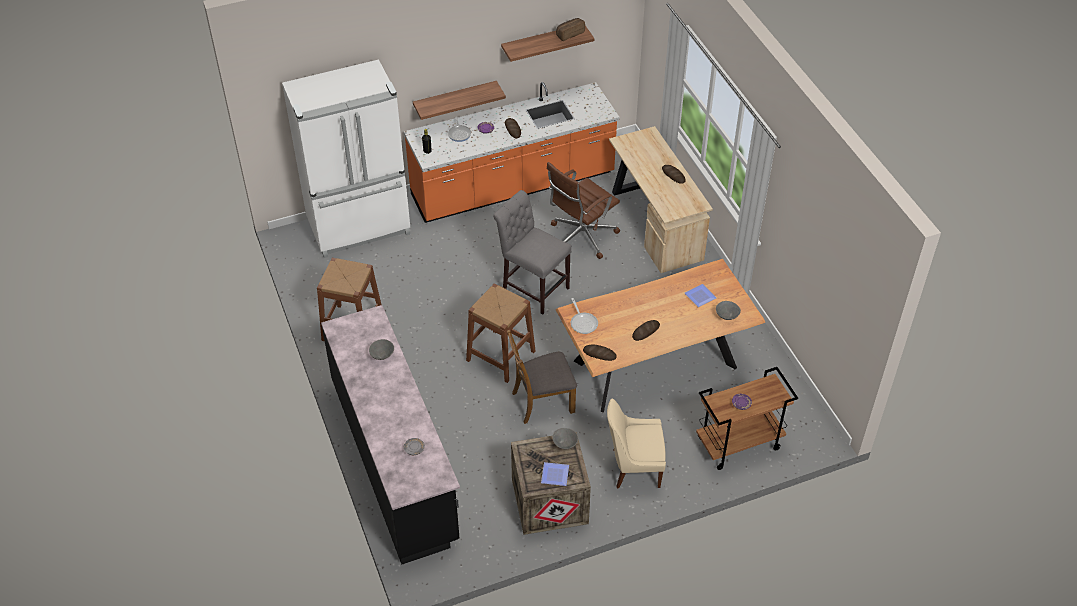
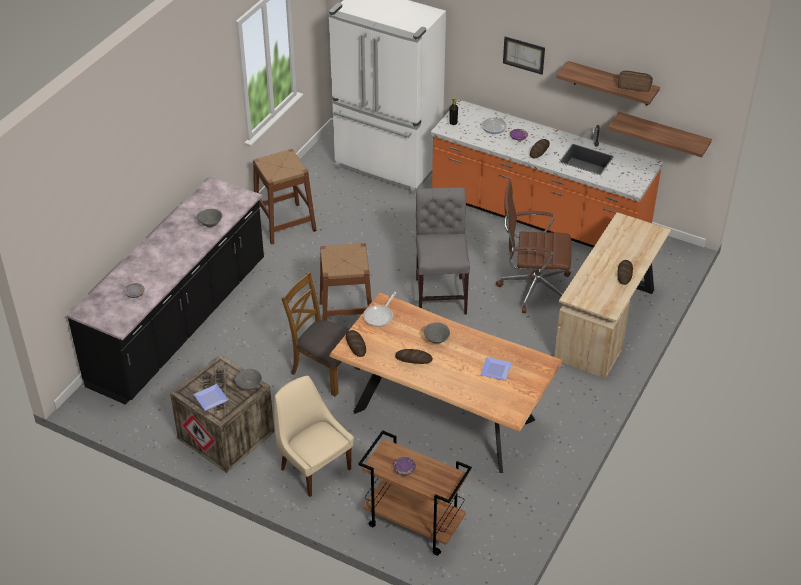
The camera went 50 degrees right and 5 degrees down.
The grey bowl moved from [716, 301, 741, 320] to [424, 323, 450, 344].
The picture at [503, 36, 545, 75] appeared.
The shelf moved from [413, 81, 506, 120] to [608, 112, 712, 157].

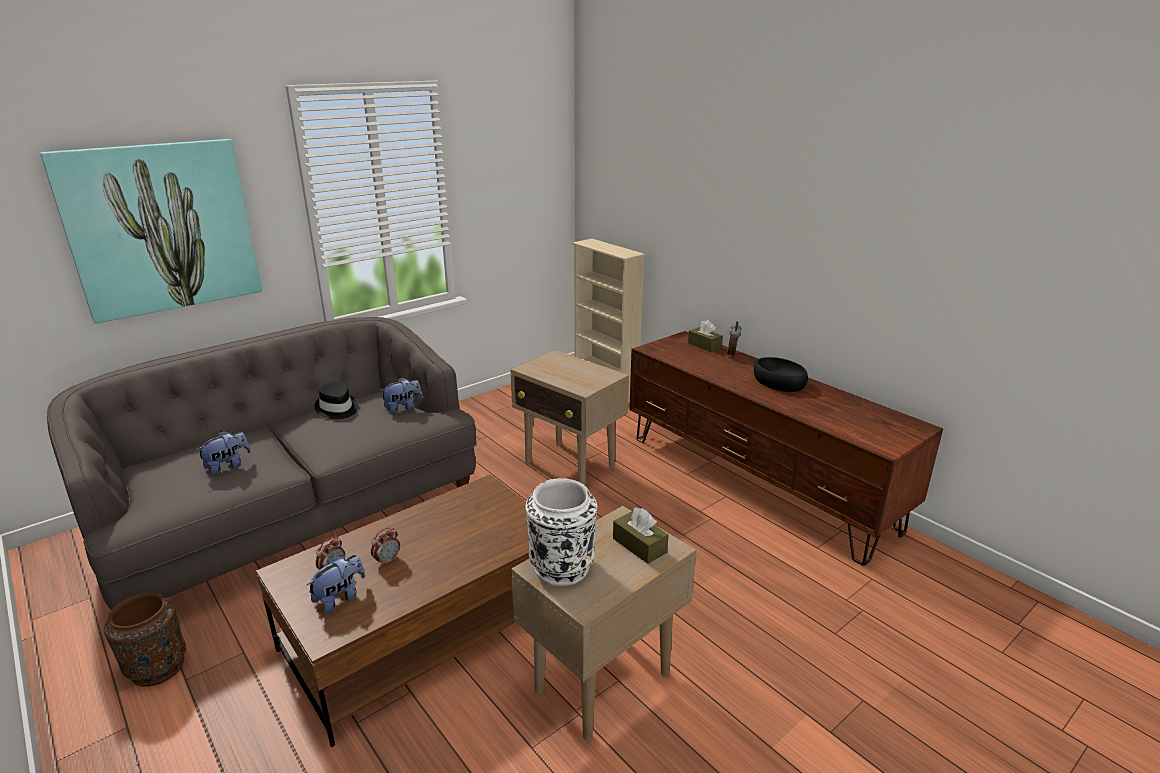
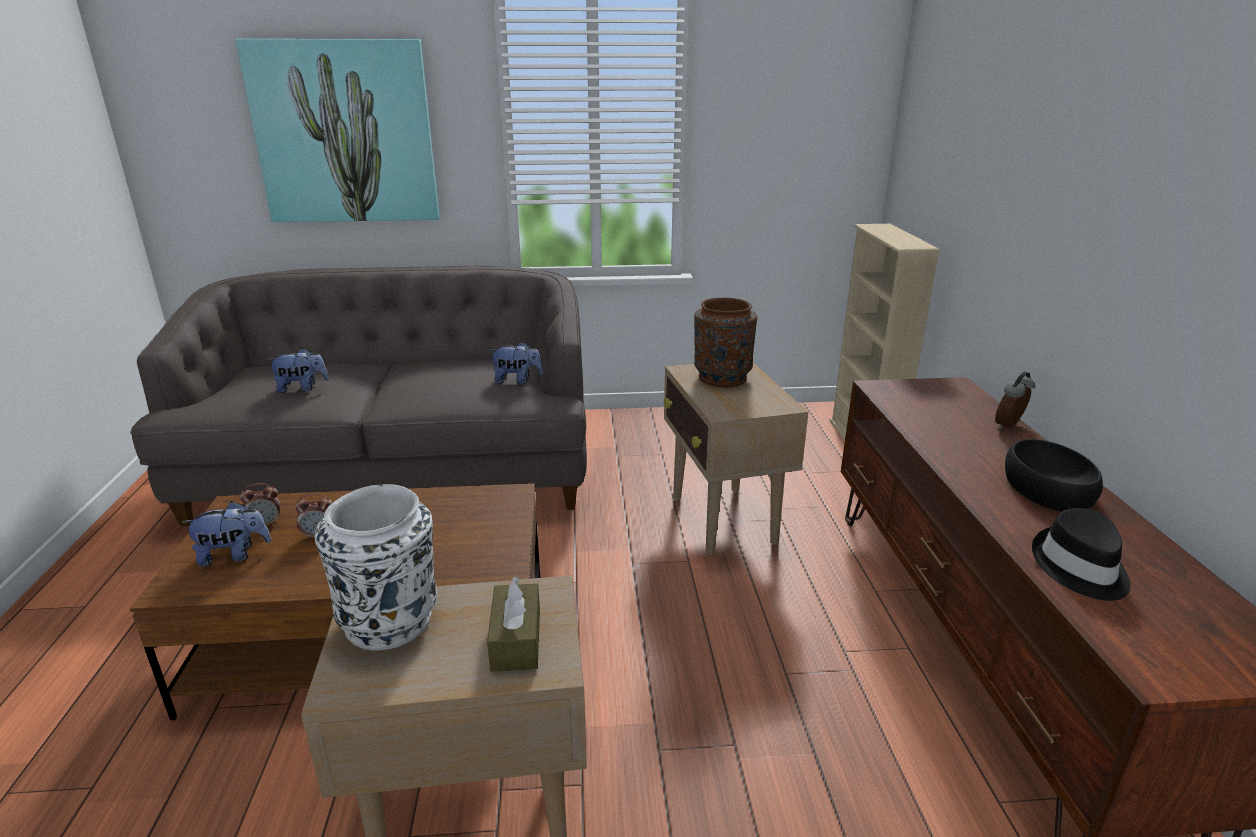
The camera went 35 degrees right and 0 degrees up.
The brown vase moved from [104, 593, 186, 687] to [694, 297, 757, 387].
The black hat moved from [315, 381, 359, 419] to [1032, 508, 1131, 601].
The brown tissue box at [688, 320, 723, 352] disappeared.

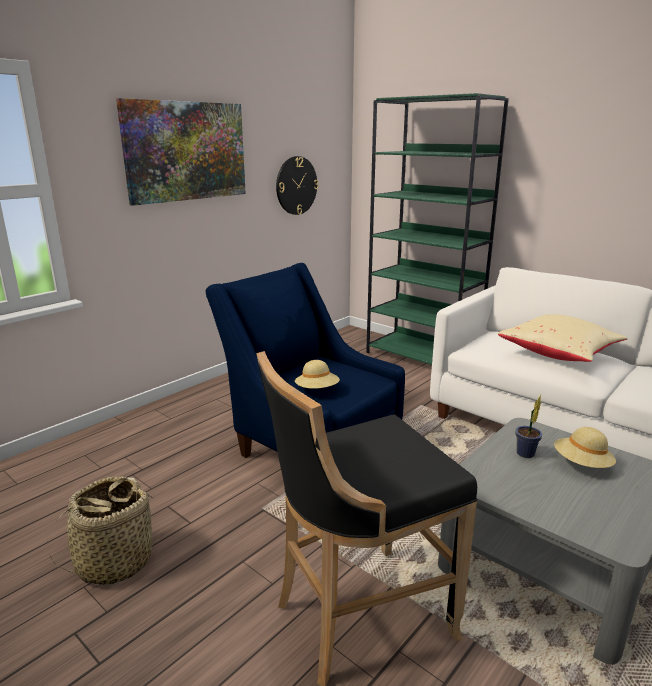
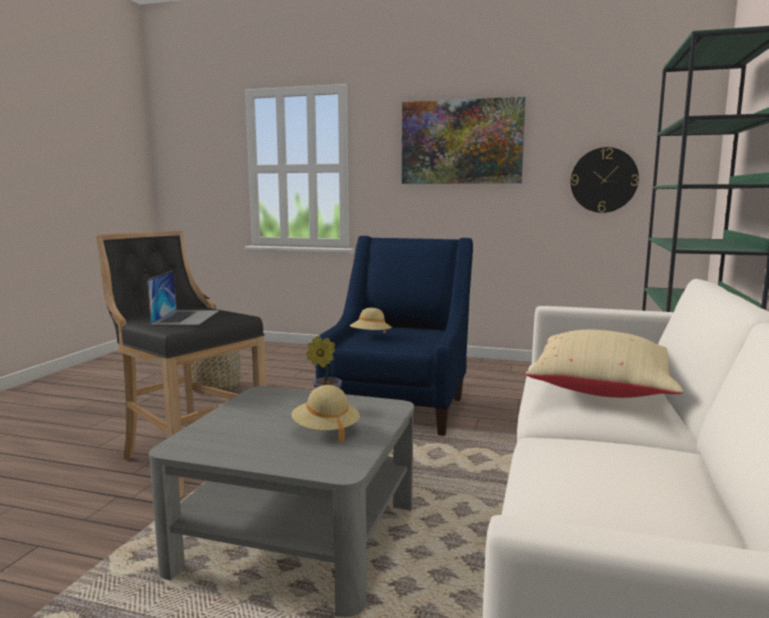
The camera went 65 degrees right and 10 degrees down.
The laptop at [147, 270, 219, 325] appeared.

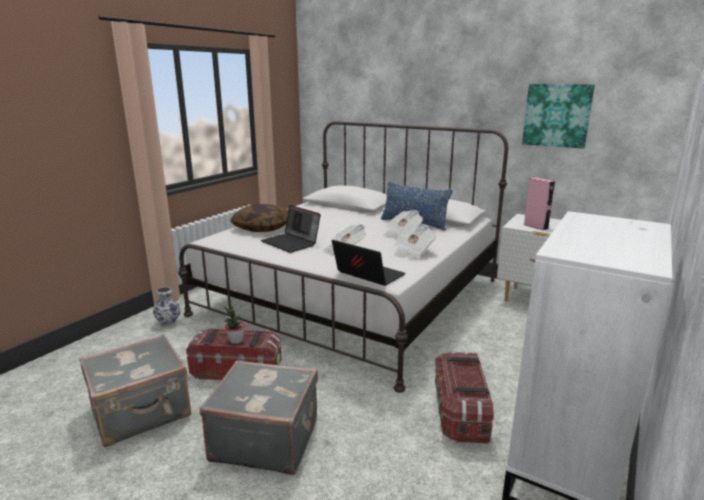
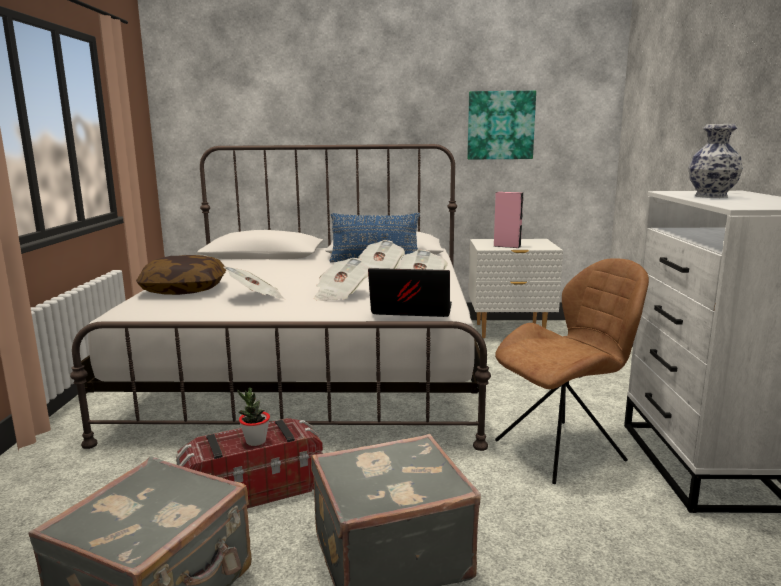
The camera went 30 degrees left and 5 degrees down.
The laptop at [261, 205, 321, 253] was replaced by the newspaper at [223, 267, 285, 299].
The storage box at [435, 351, 494, 444] was replaced by the brown chair at [495, 259, 649, 484].
The vase moved from [153, 287, 181, 327] to [689, 124, 743, 198].

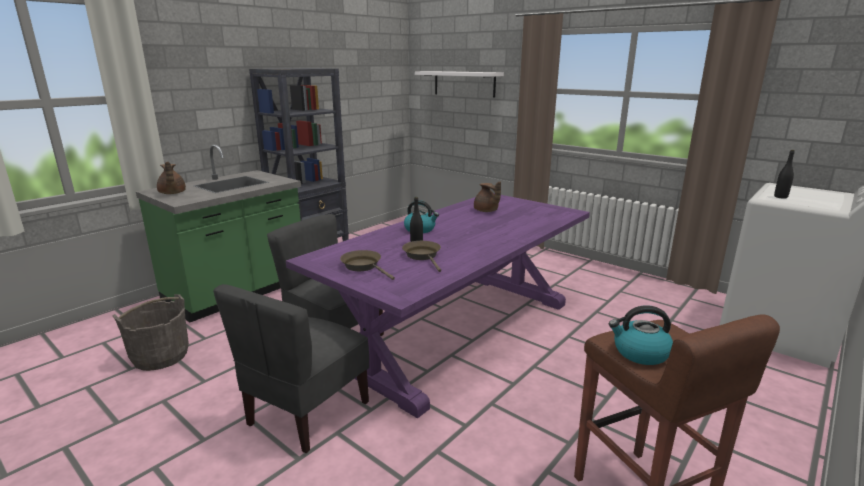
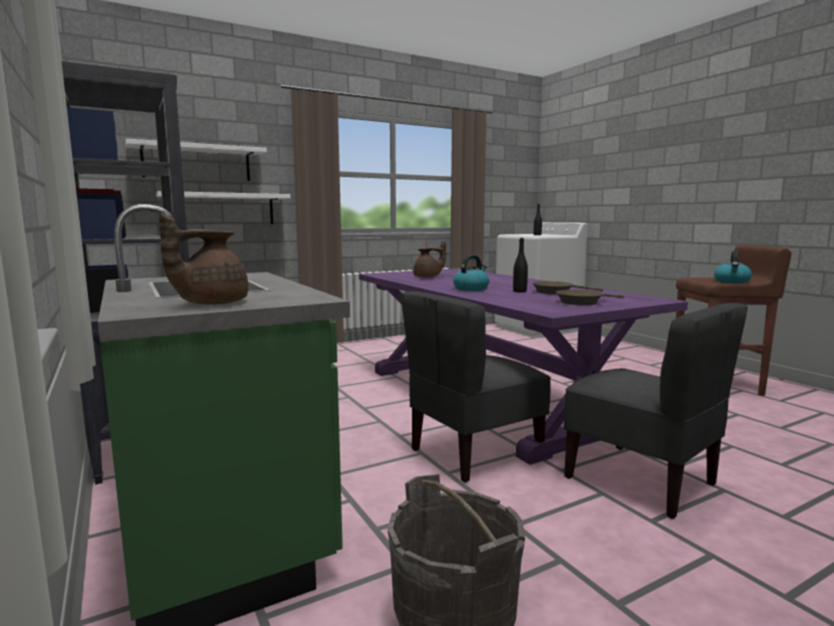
The camera went 70 degrees left and 10 degrees down.
The white shelf at [156, 191, 291, 224] appeared.
The brown teapot at [157, 162, 186, 194] turned 135 degrees clockwise.

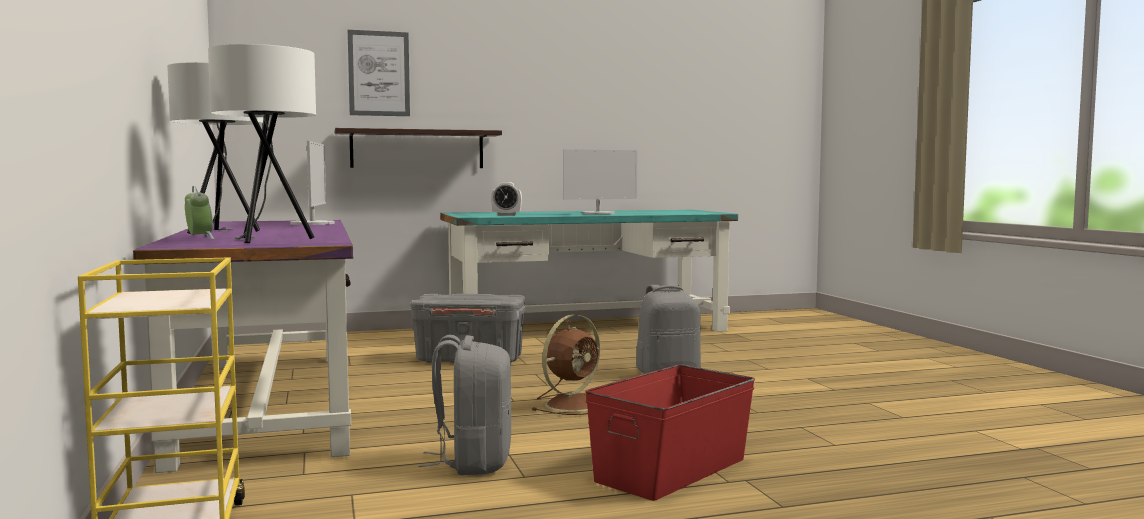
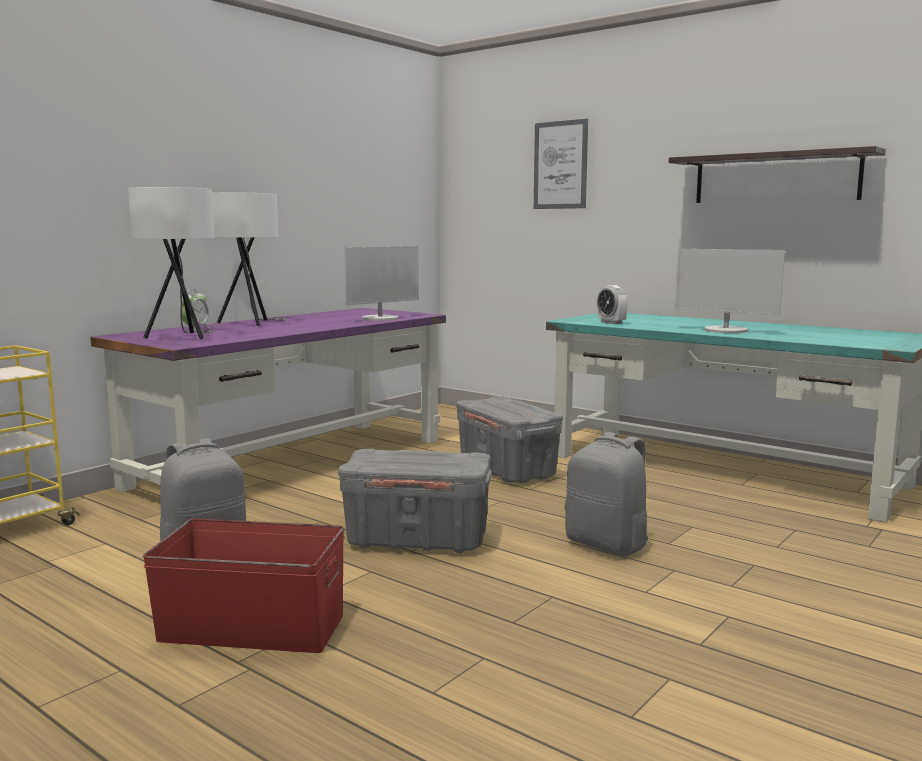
The camera went 55 degrees right and 5 degrees up.
The brown fan at [531, 314, 600, 415] was replaced by the grey storage box at [338, 449, 492, 553].
The shelf moved from [335, 128, 502, 168] to [669, 146, 886, 203].

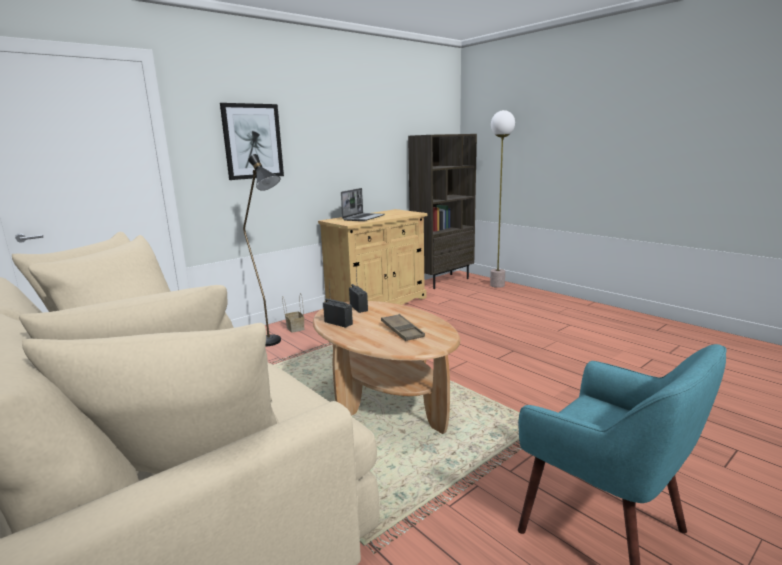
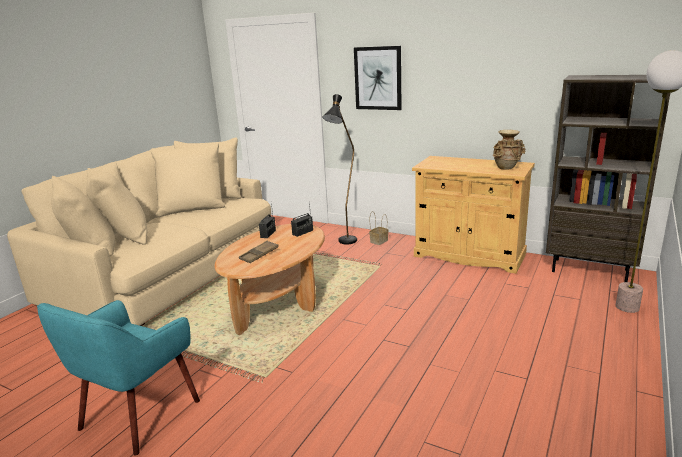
The camera went 70 degrees right and 5 degrees up.
The beige vase at [493, 130, 526, 170] appeared.
The laptop at [341, 188, 385, 221] disappeared.

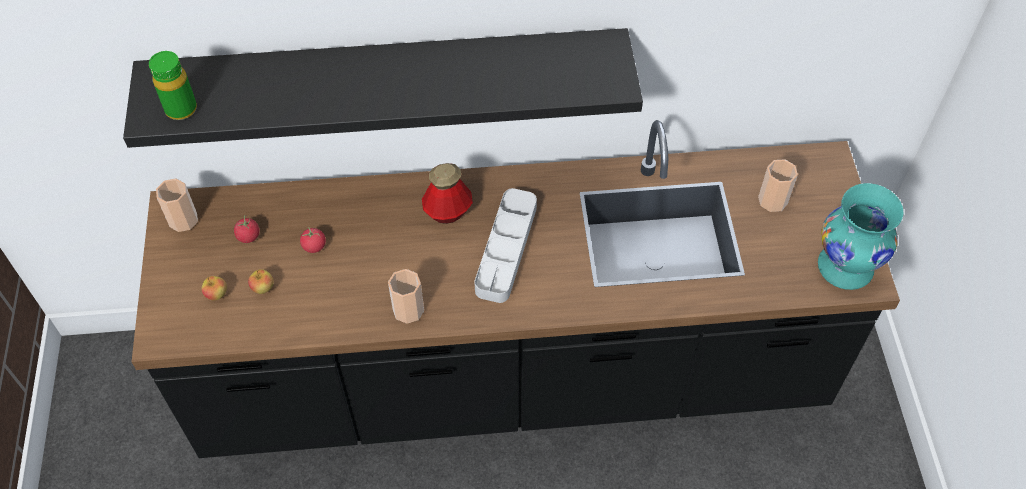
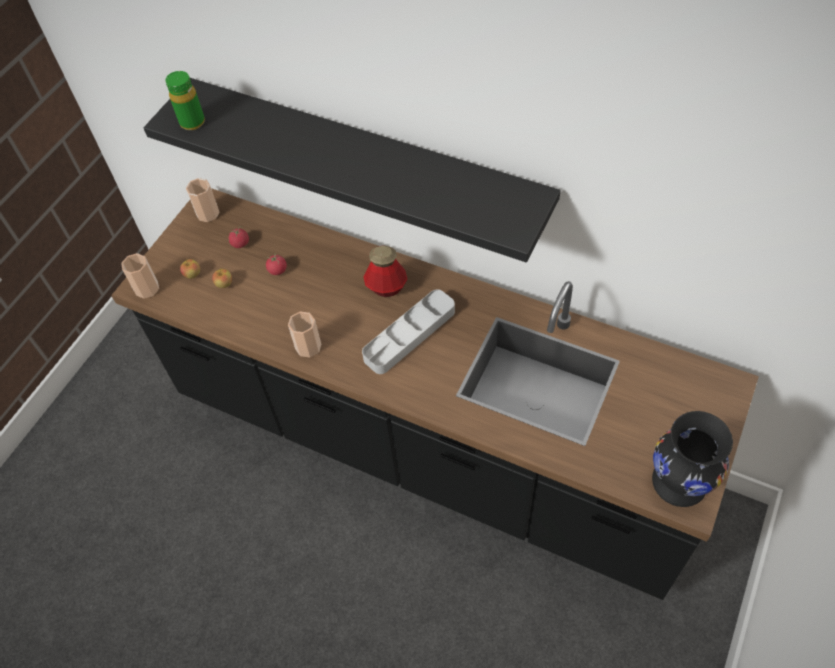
The camera went 35 degrees right and 0 degrees up.
The cup moved from [758, 159, 798, 212] to [121, 253, 159, 299].
The turquoise vase at [818, 183, 903, 290] became the black vase at [652, 411, 733, 507].

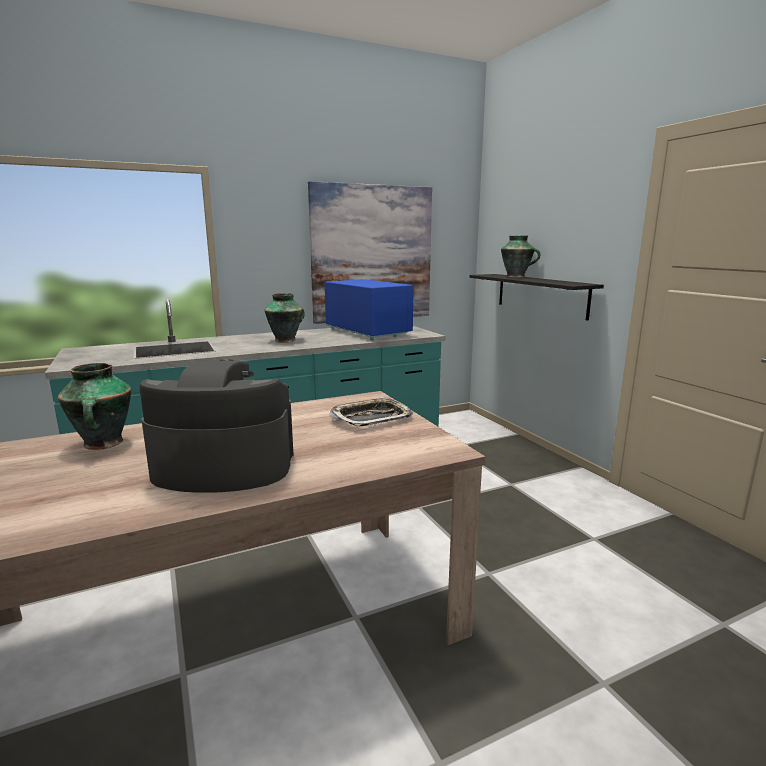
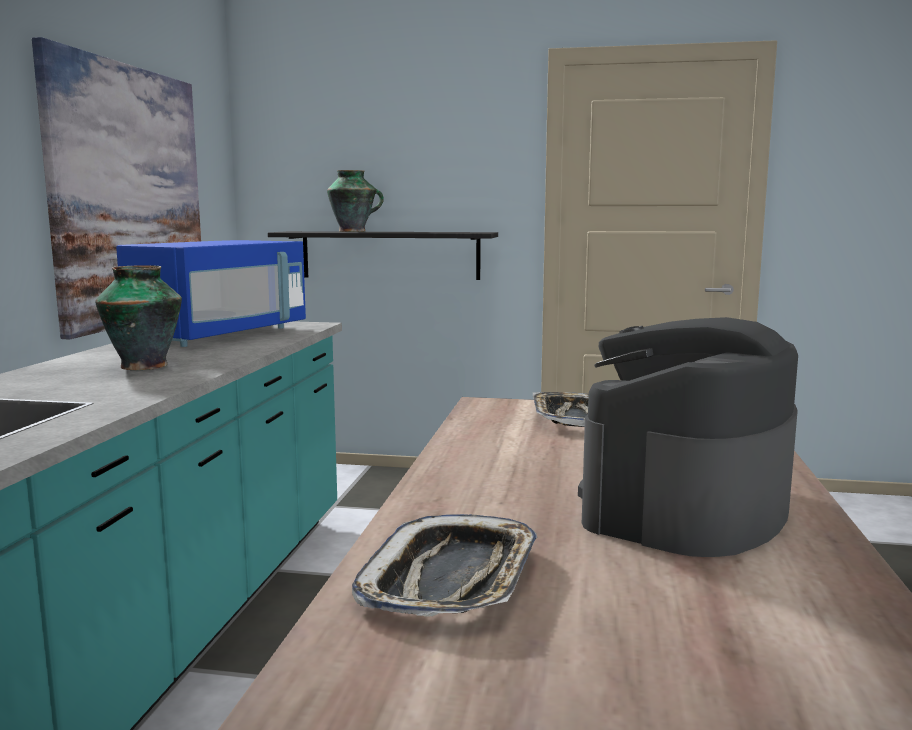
The camera went 55 degrees left and 5 degrees down.
The blue microwave at [325, 279, 414, 340] turned 120 degrees clockwise.
The vase at [58, 363, 131, 450] was replaced by the tray at [352, 514, 537, 617].

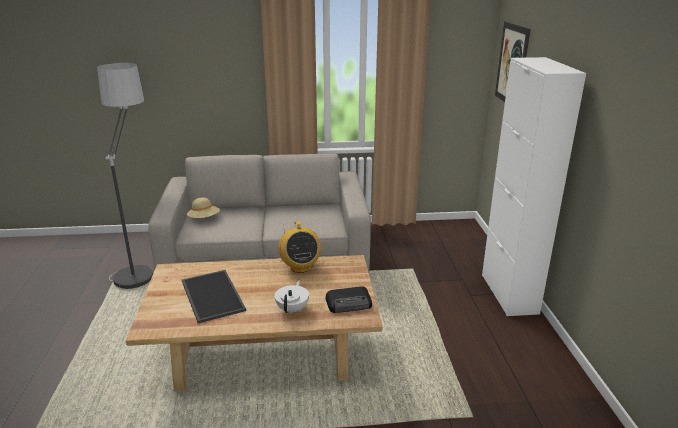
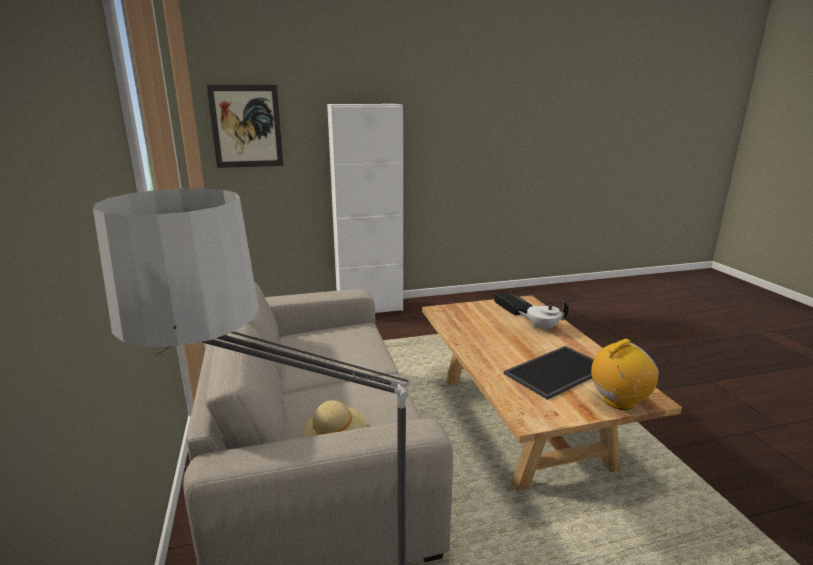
The camera went 100 degrees left and 5 degrees down.
The radio moved from [279, 221, 321, 273] to [591, 339, 659, 410].

